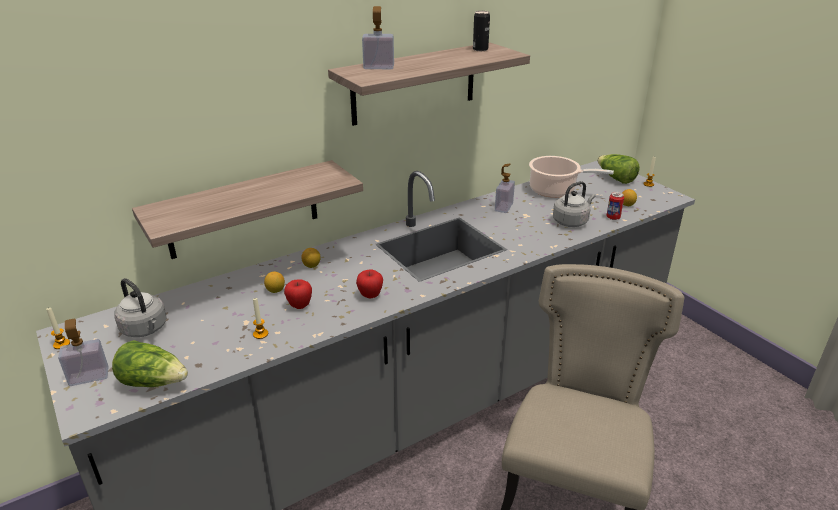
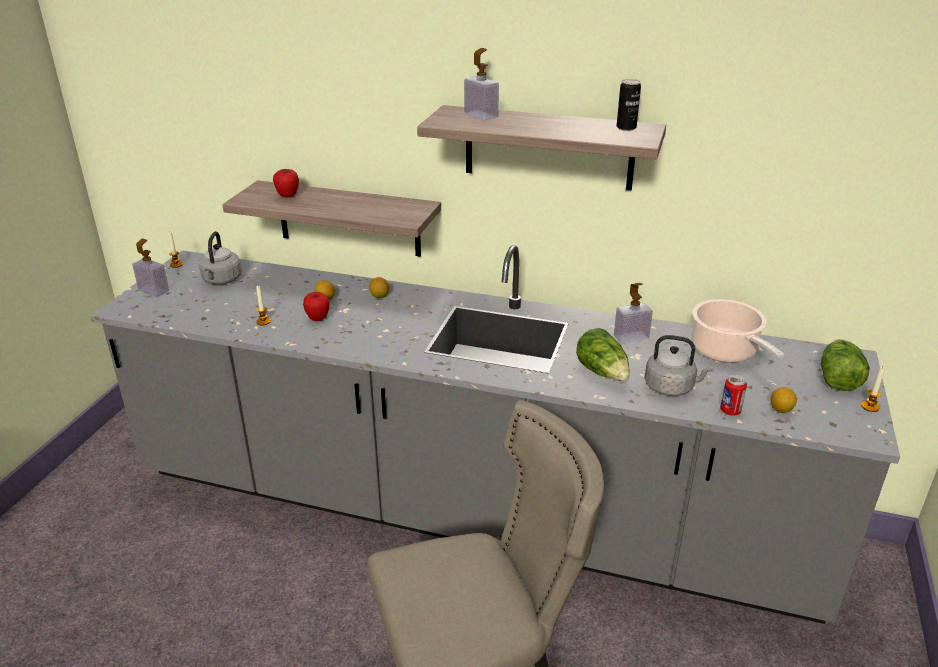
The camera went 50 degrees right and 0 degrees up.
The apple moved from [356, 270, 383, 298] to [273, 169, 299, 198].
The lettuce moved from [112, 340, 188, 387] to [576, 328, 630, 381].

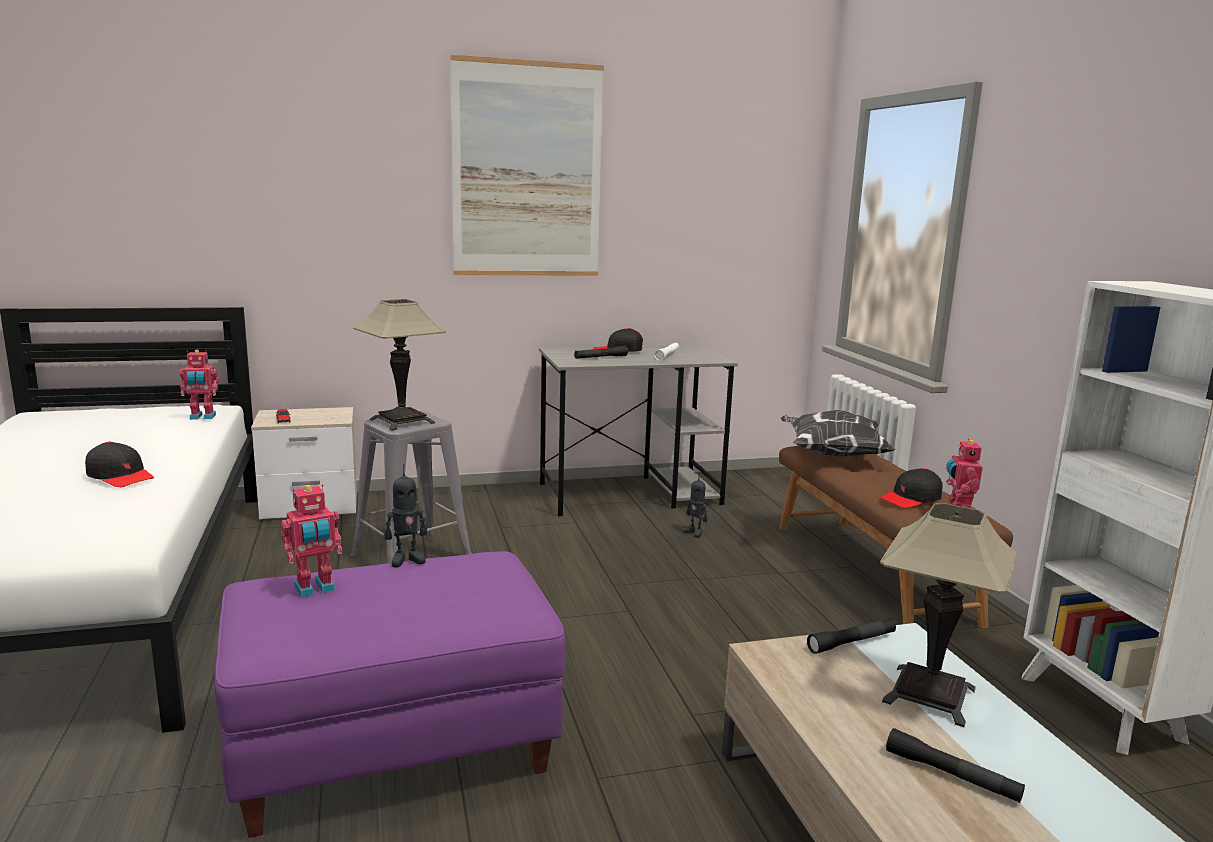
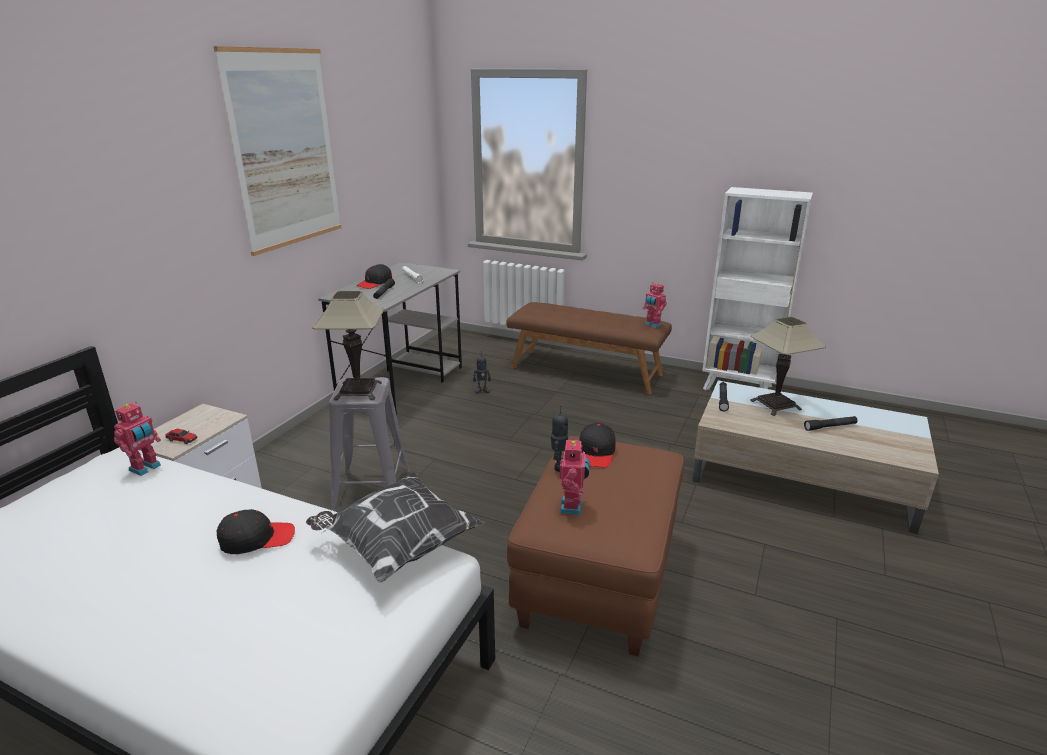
The camera went 50 degrees left and 10 degrees up.
The pillow moved from [781, 410, 896, 457] to [306, 472, 485, 583].
The purple ottoman at [214, 551, 565, 838] became the brown ottoman at [507, 436, 684, 656].
The black cap moved from [880, 468, 943, 508] to [579, 423, 616, 468].

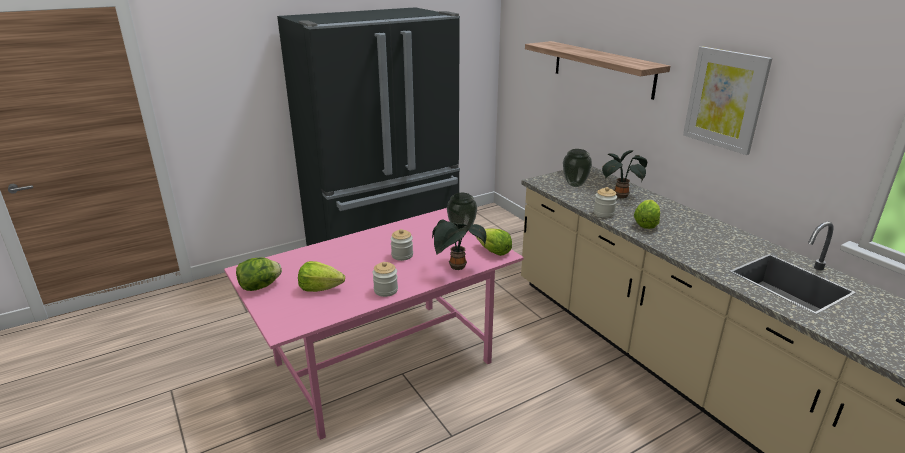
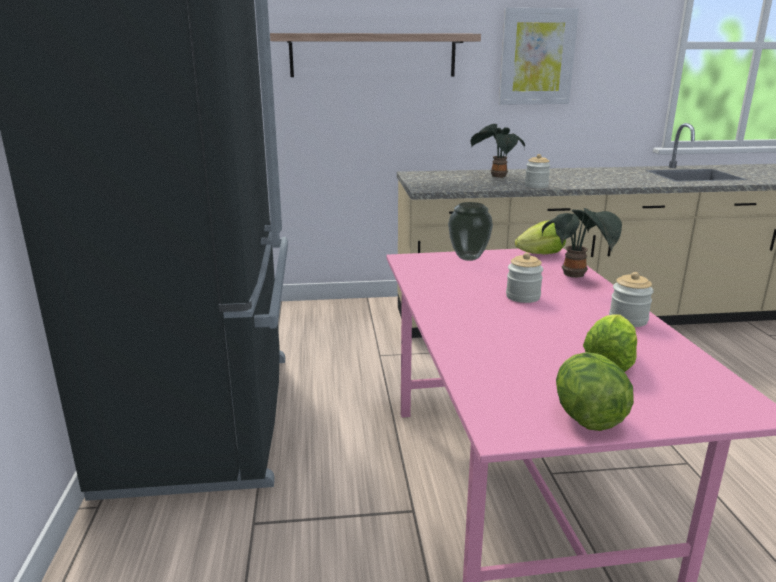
The camera went 65 degrees left and 5 degrees down.
The vase at [563, 149, 592, 187] disappeared.
The lettuce at [634, 200, 660, 229] disappeared.

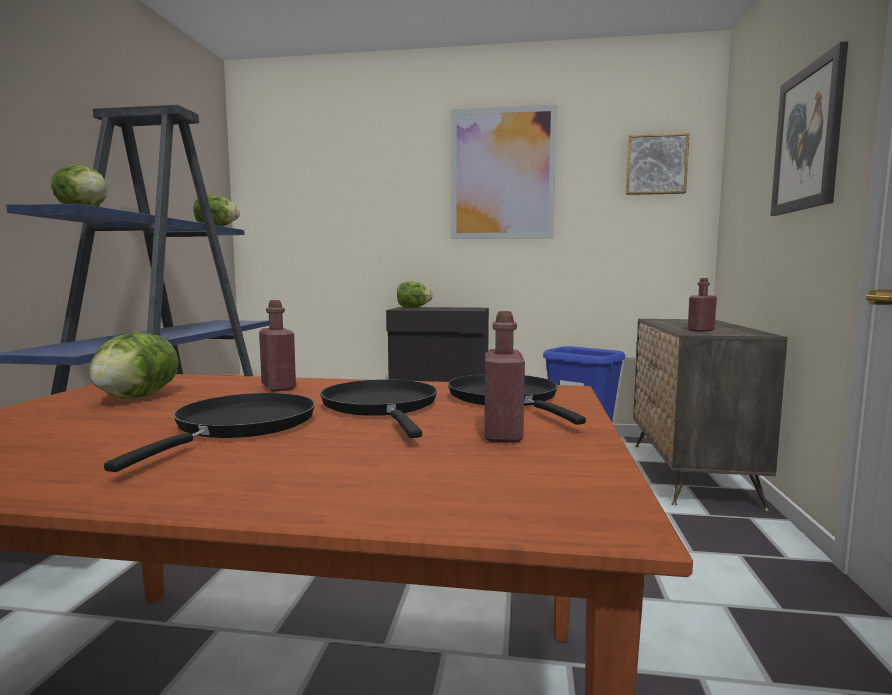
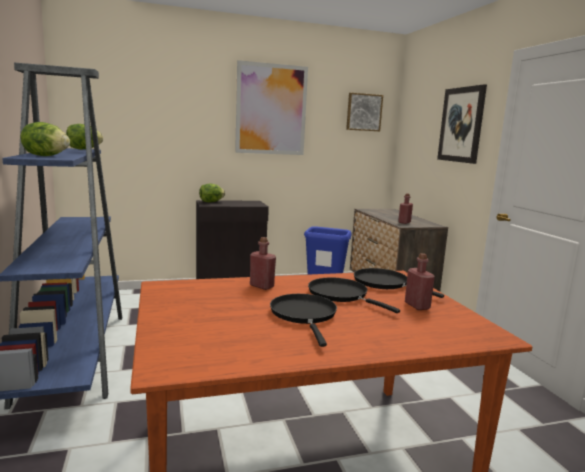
The camera went 25 degrees left and 5 degrees up.
The lettuce at [89, 332, 179, 398] disappeared.

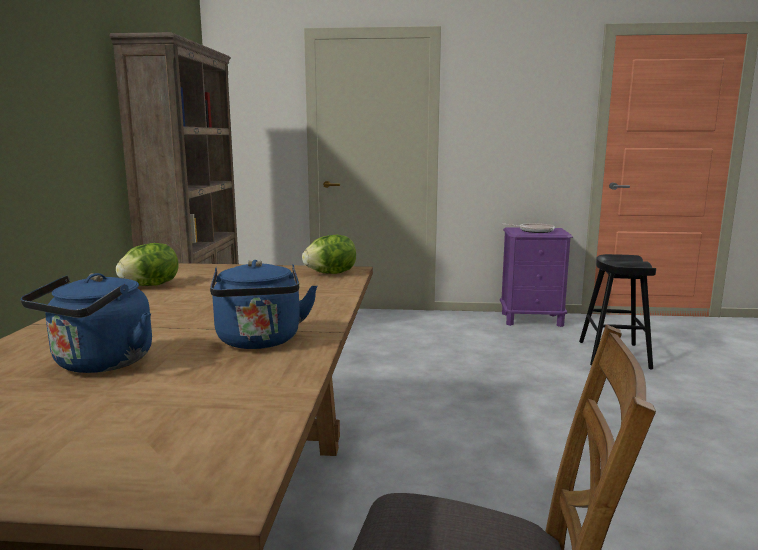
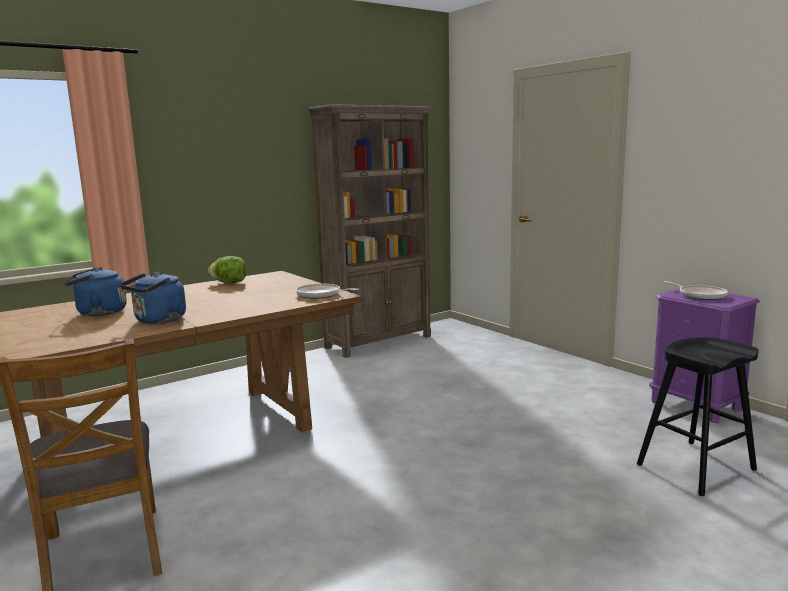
The camera went 50 degrees right and 0 degrees up.
The lettuce at [302, 235, 356, 274] was replaced by the frying pan at [296, 284, 359, 299].

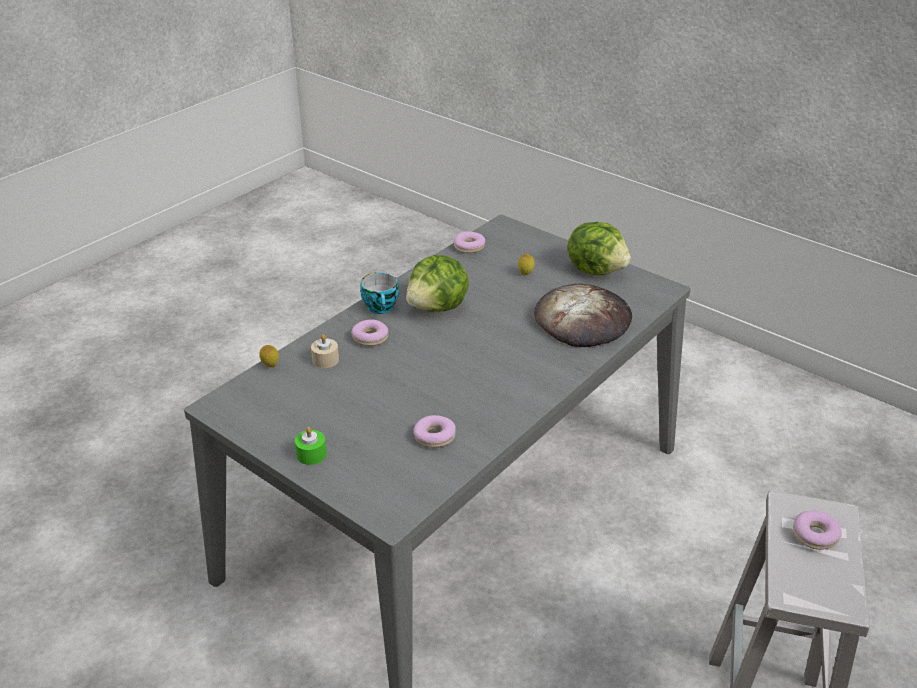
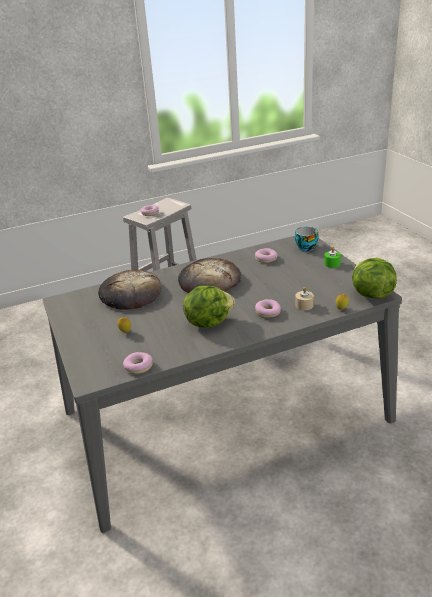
The camera went 150 degrees left and 5 degrees down.
The bread at [178, 258, 241, 293] appeared.
The cup moved from [360, 272, 399, 314] to [295, 226, 319, 251].
The lettuce moved from [567, 222, 631, 275] to [352, 258, 397, 299].

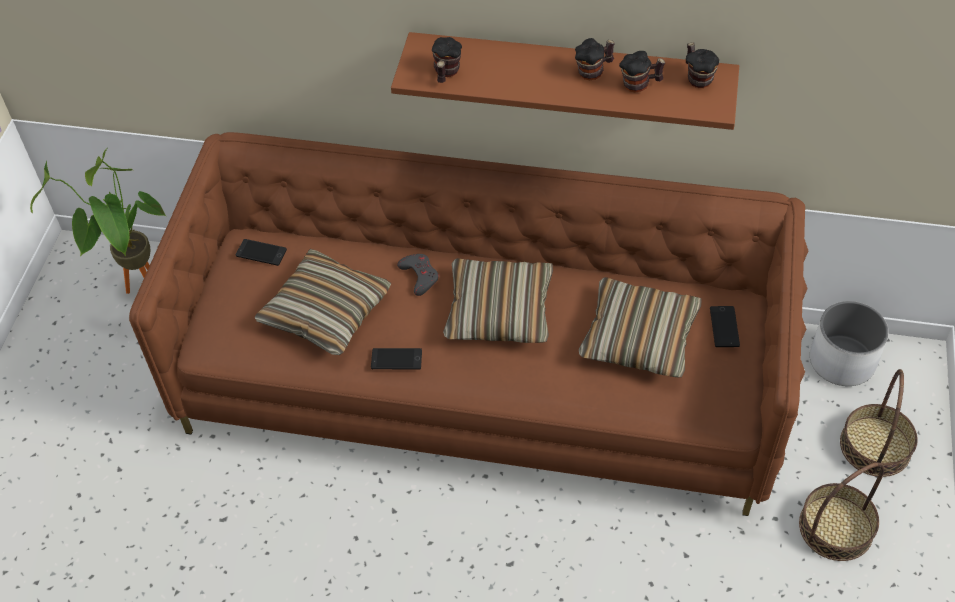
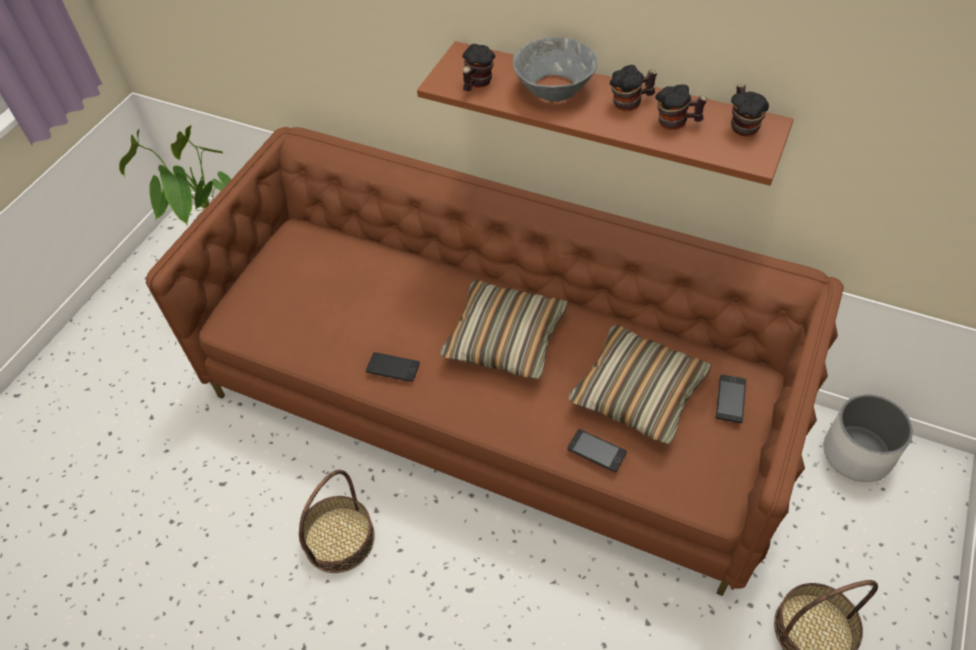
The camera went 15 degrees right and 0 degrees up.
The basket moved from [840, 369, 918, 477] to [299, 470, 375, 573].
The grey bowl at [513, 37, 597, 102] appeared.
The phone moved from [236, 239, 287, 266] to [567, 429, 627, 472].
The pillow at [255, 249, 391, 355] disappeared.
The grey game controller at [397, 254, 439, 296] disappeared.

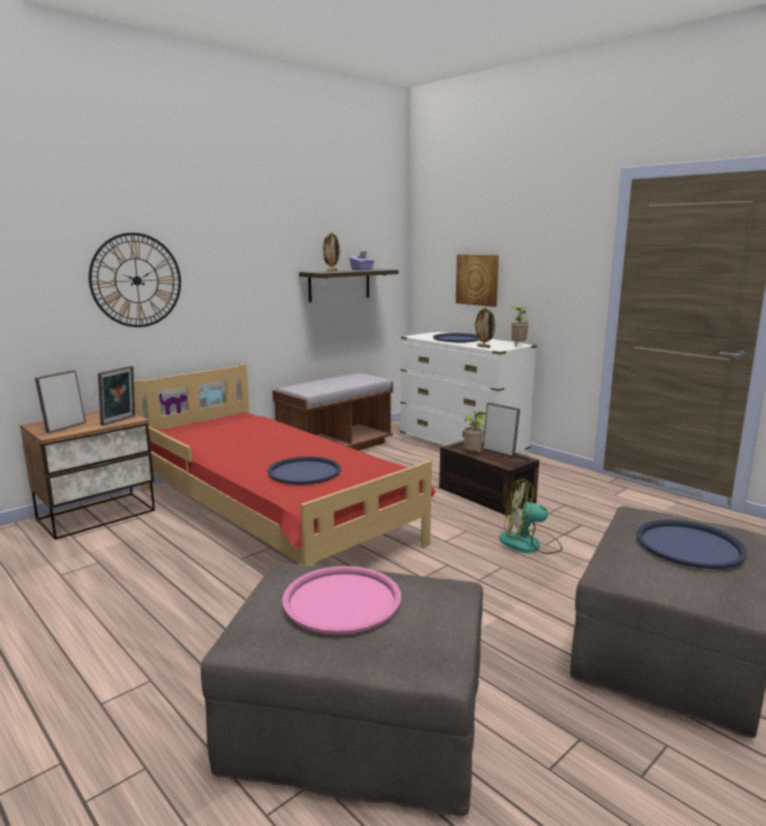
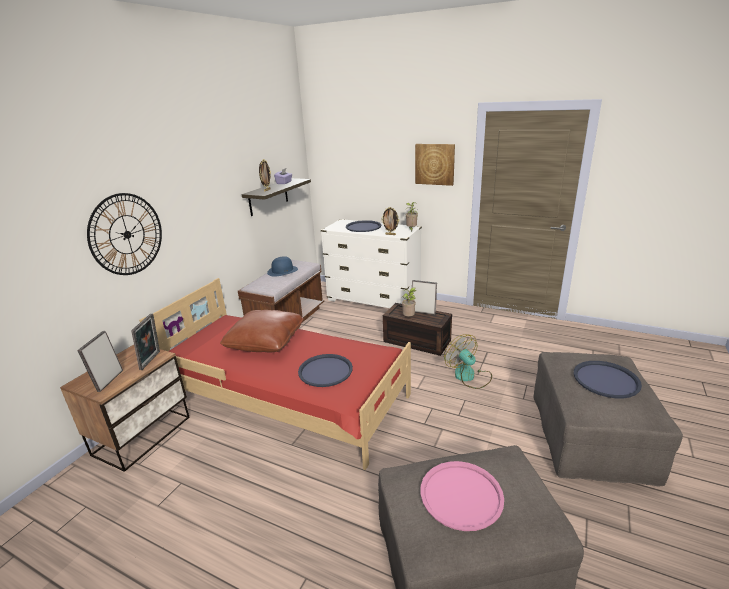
The camera went 20 degrees left and 10 degrees up.
The brown pillow at [220, 310, 303, 352] appeared.
The blue hat at [267, 256, 298, 277] appeared.
The picture moved from [456, 254, 499, 307] to [415, 144, 455, 186].
The fan at [499, 479, 562, 554] turned 75 degrees clockwise.

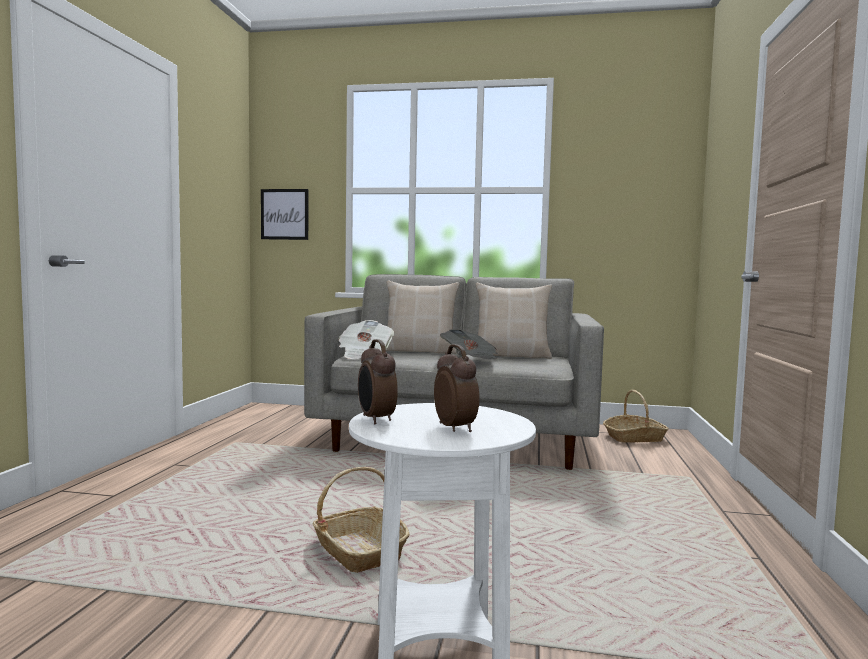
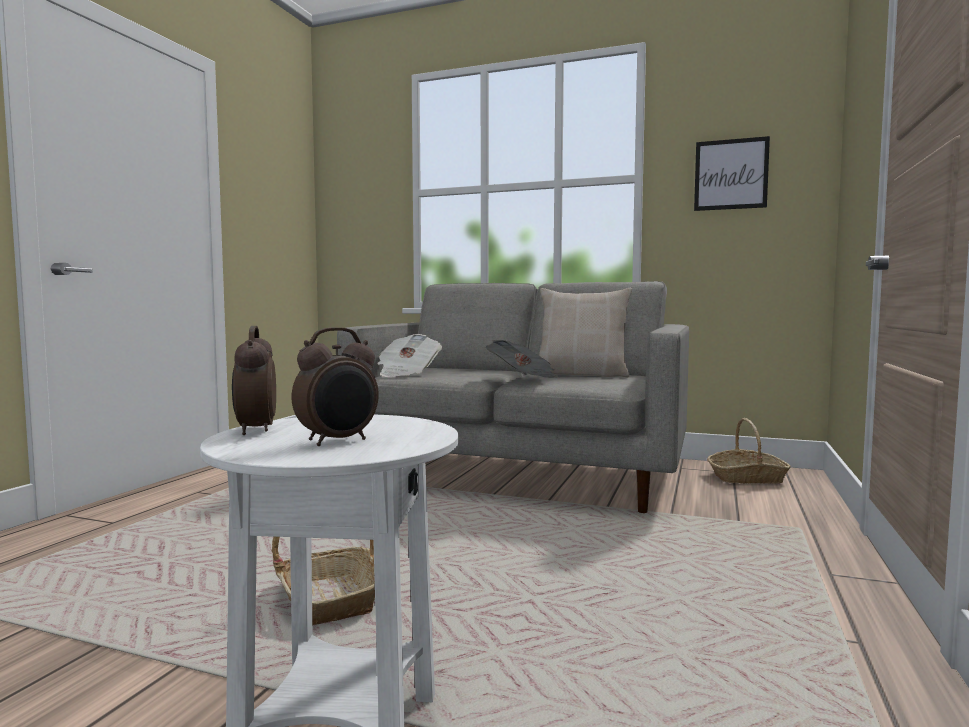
The camera went 10 degrees right and 0 degrees up.
The alarm clock at [434, 344, 480, 432] turned 60 degrees clockwise.
The picture moved from [261, 189, 309, 240] to [694, 136, 770, 211].
The beige pillow at [386, 281, 460, 354] disappeared.

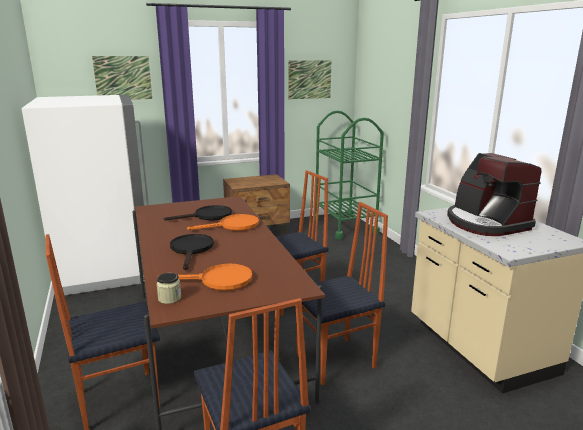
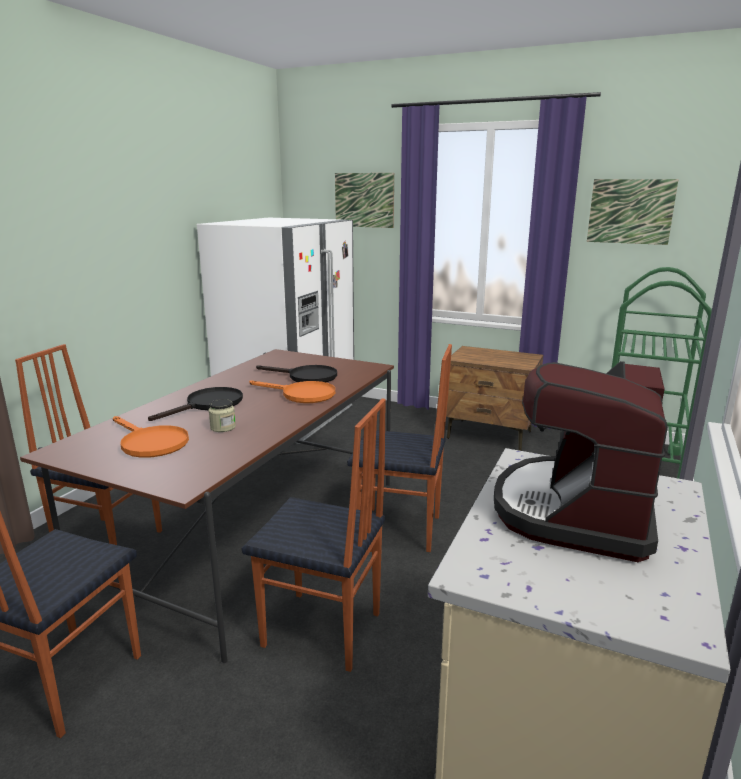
The camera went 45 degrees right and 0 degrees up.
The jar moved from [156, 273, 181, 304] to [209, 399, 236, 432].

